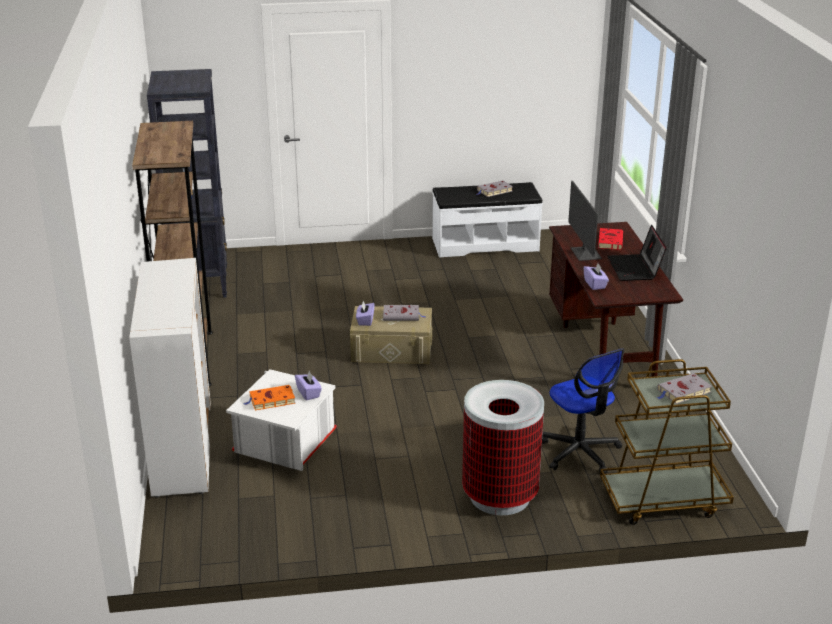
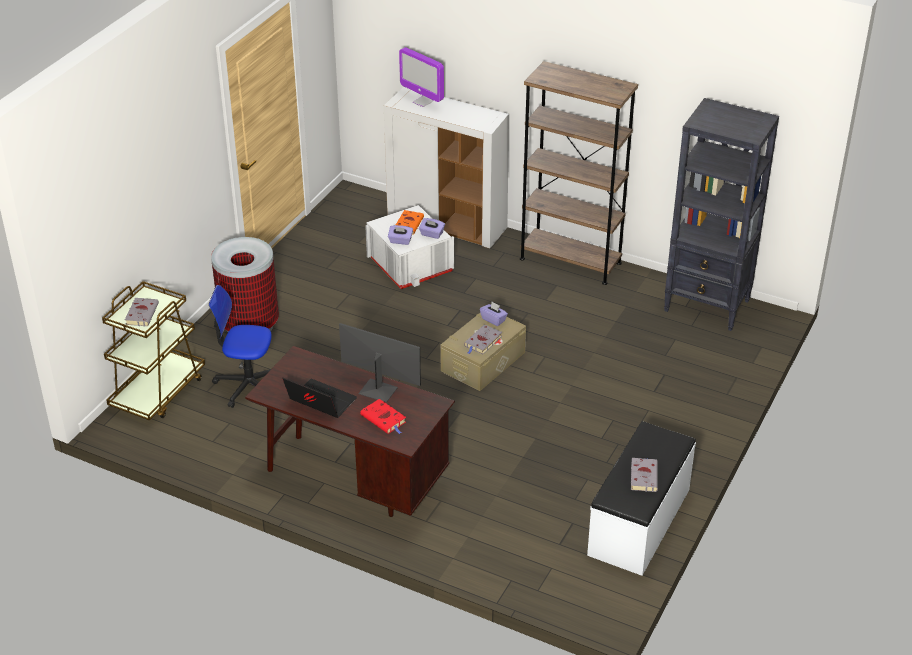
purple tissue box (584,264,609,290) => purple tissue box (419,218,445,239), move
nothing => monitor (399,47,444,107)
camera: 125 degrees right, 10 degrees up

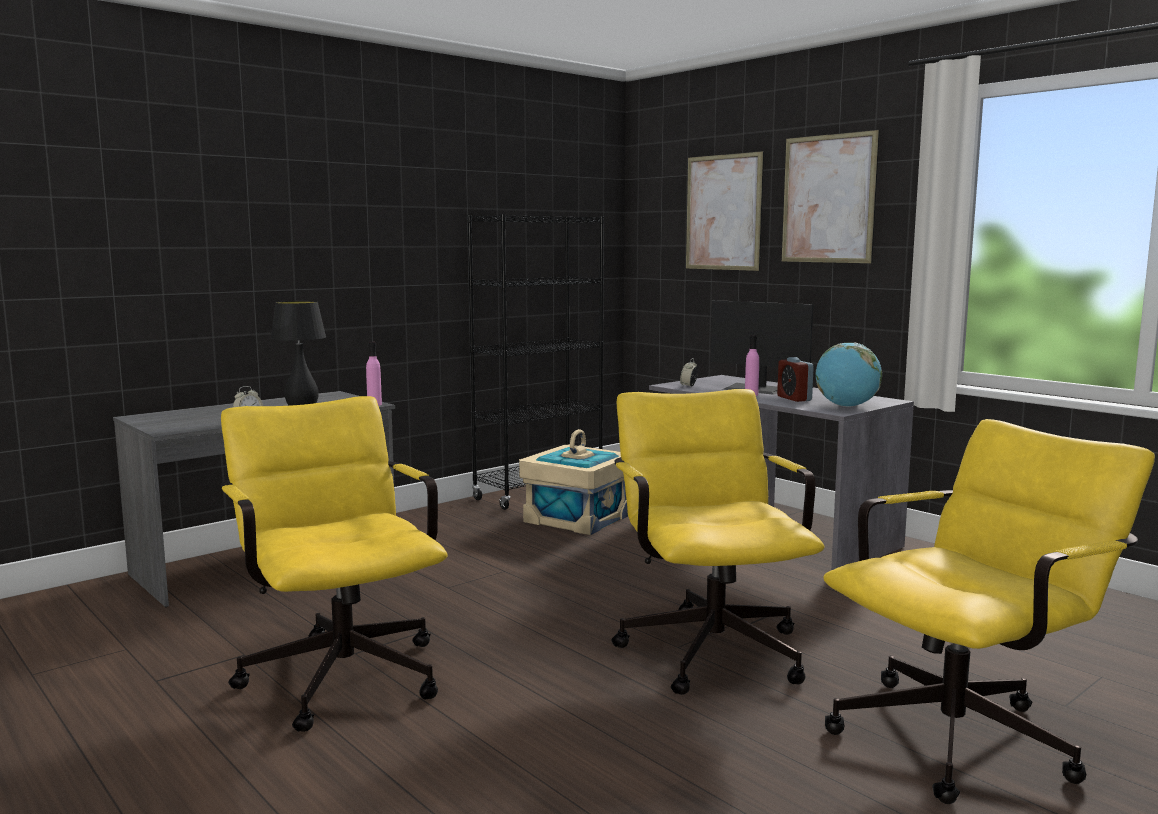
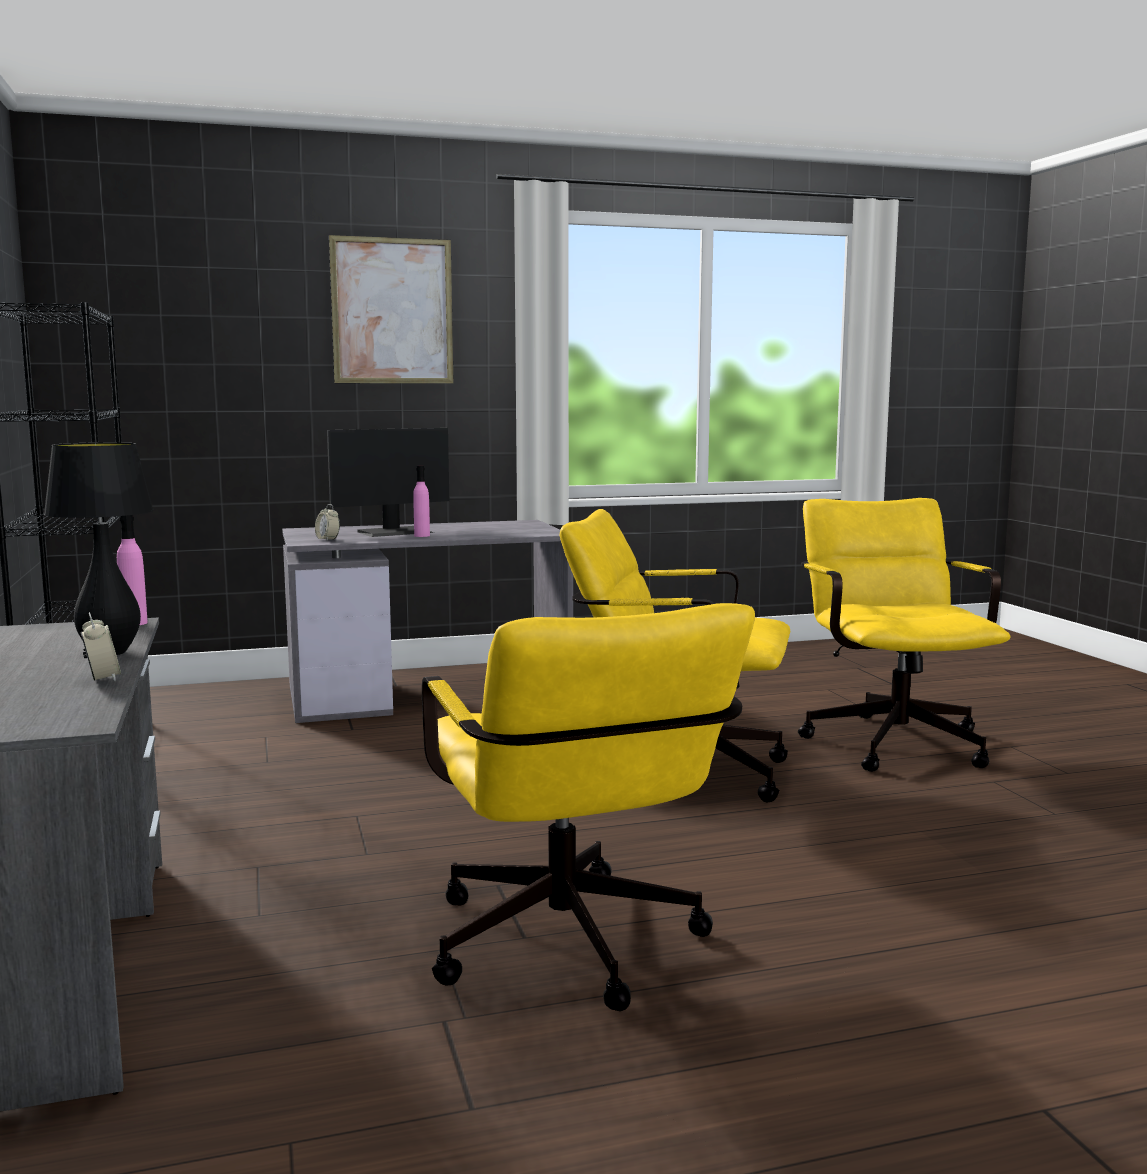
yellow office chair (221,396,448,732) => yellow office chair (422,603,755,1011), 105 degrees counterclockwise
beige storage box (519,429,628,535) => nothing
picture (686,151,764,271) => nothing
alarm clock (777,357,814,402) => nothing
globe (816,343,882,407) => nothing
camera: 65 degrees left, 0 degrees up

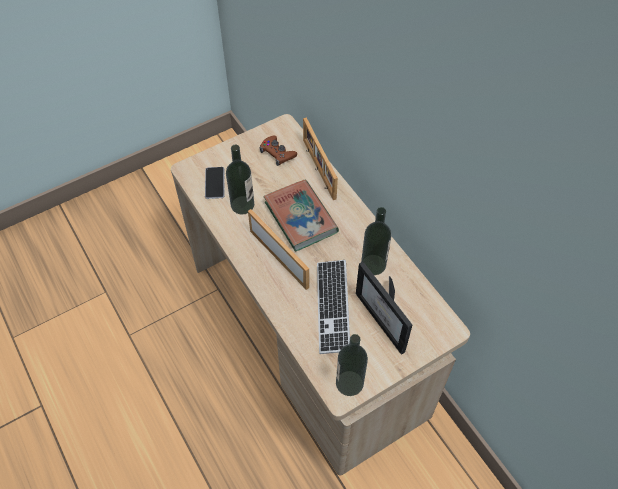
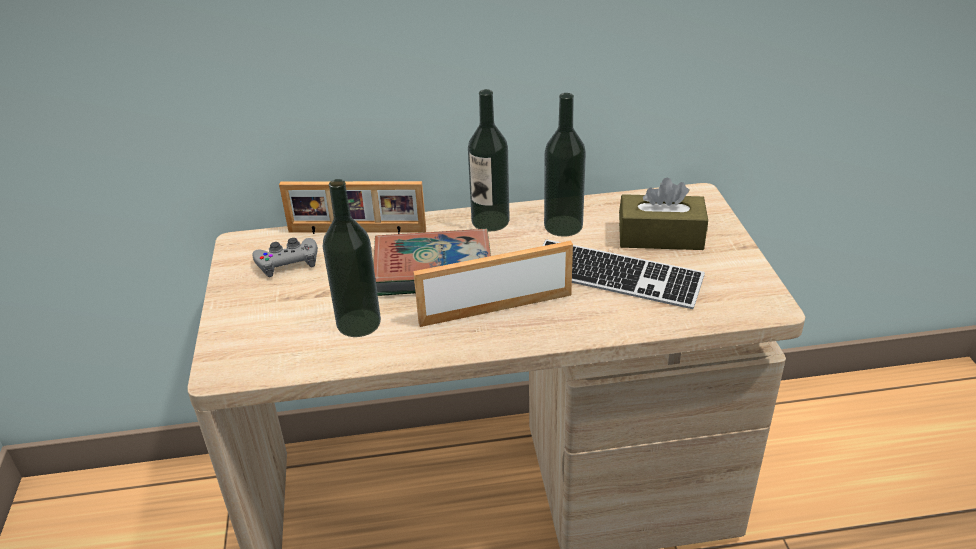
phone (205,167,225,199) => nothing
brown game controller (259,136,297,166) => grey game controller (252,238,318,277)
bottle (336,334,368,396) => bottle (468,89,510,231), move
picture frame (356,262,412,355) => brown tissue box (619,178,708,250)
camera: 65 degrees left, 20 degrees down

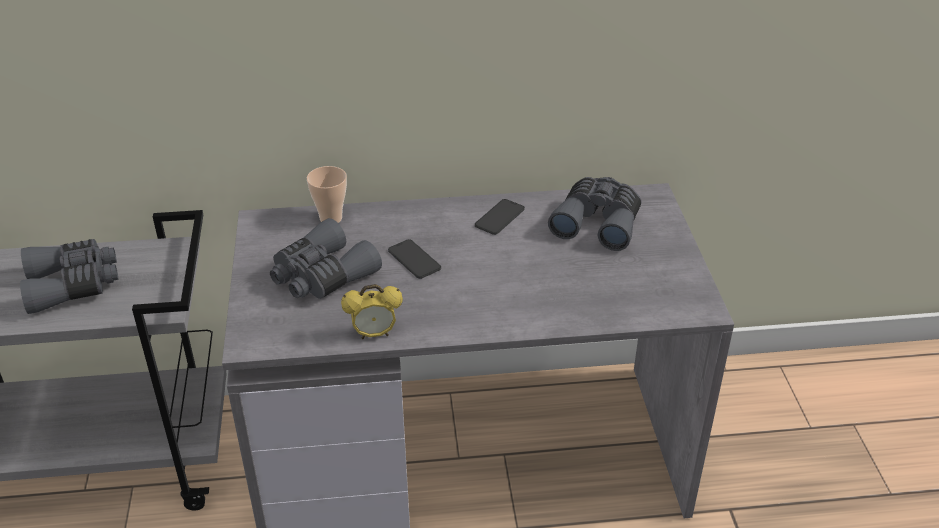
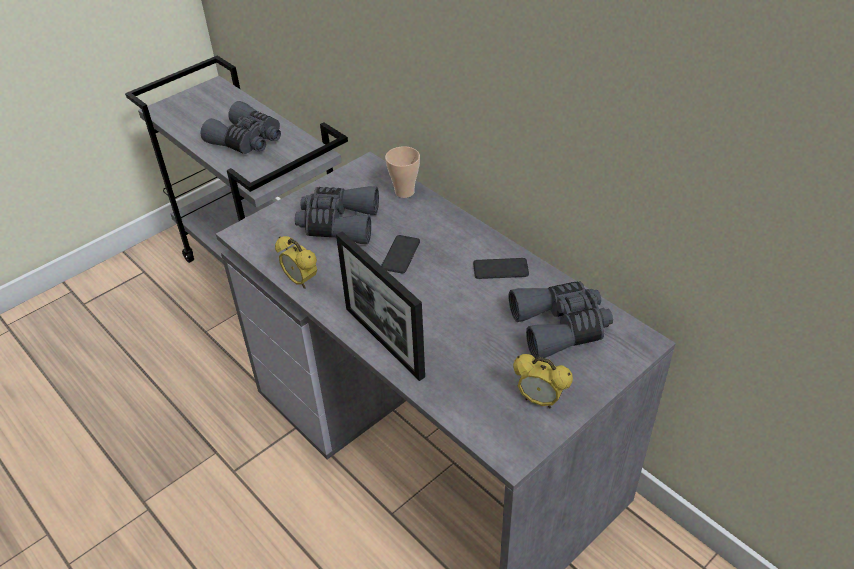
nothing => picture frame (336,231,425,381)
nothing => alarm clock (513,354,573,408)
camera: 55 degrees right, 5 degrees up

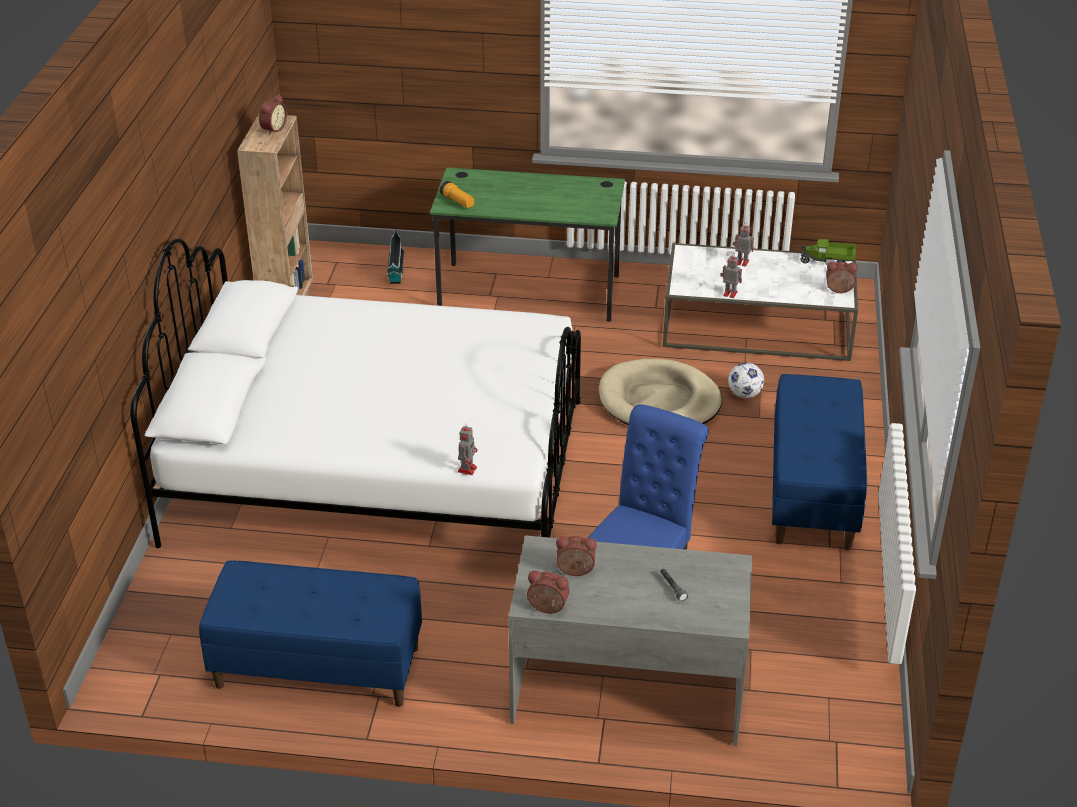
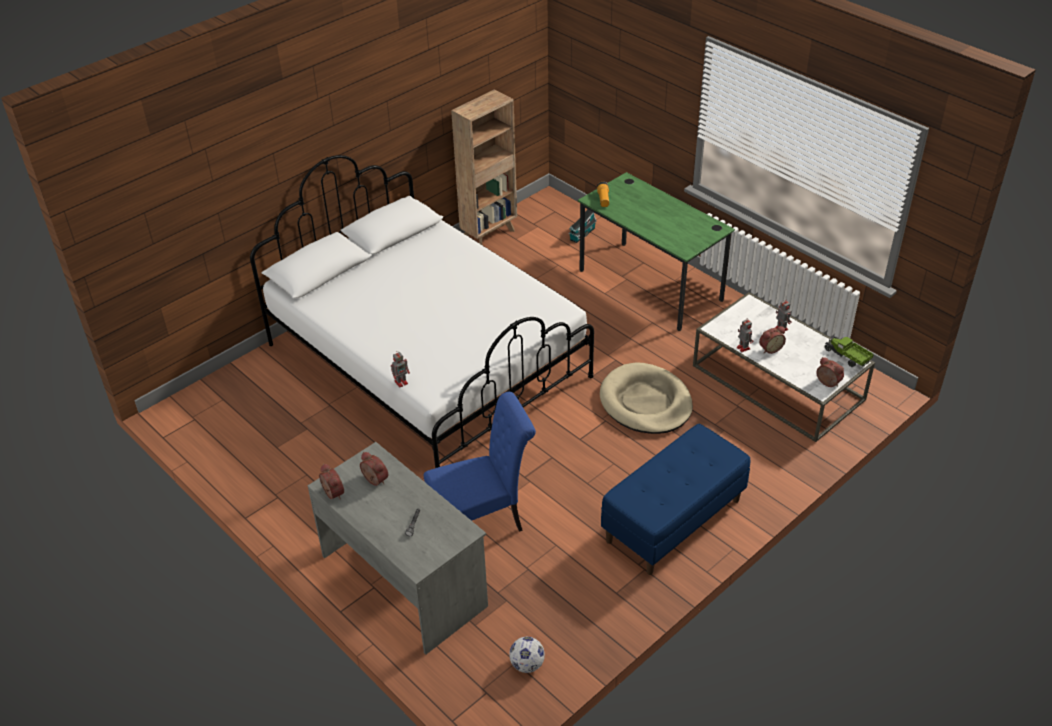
blue bench (199,560,422,707) => nothing
alarm clock (259,94,287,135) => alarm clock (759,326,786,354), move
football (728,362,764,398) => football (509,637,545,673), move
camera: 40 degrees right, 5 degrees up

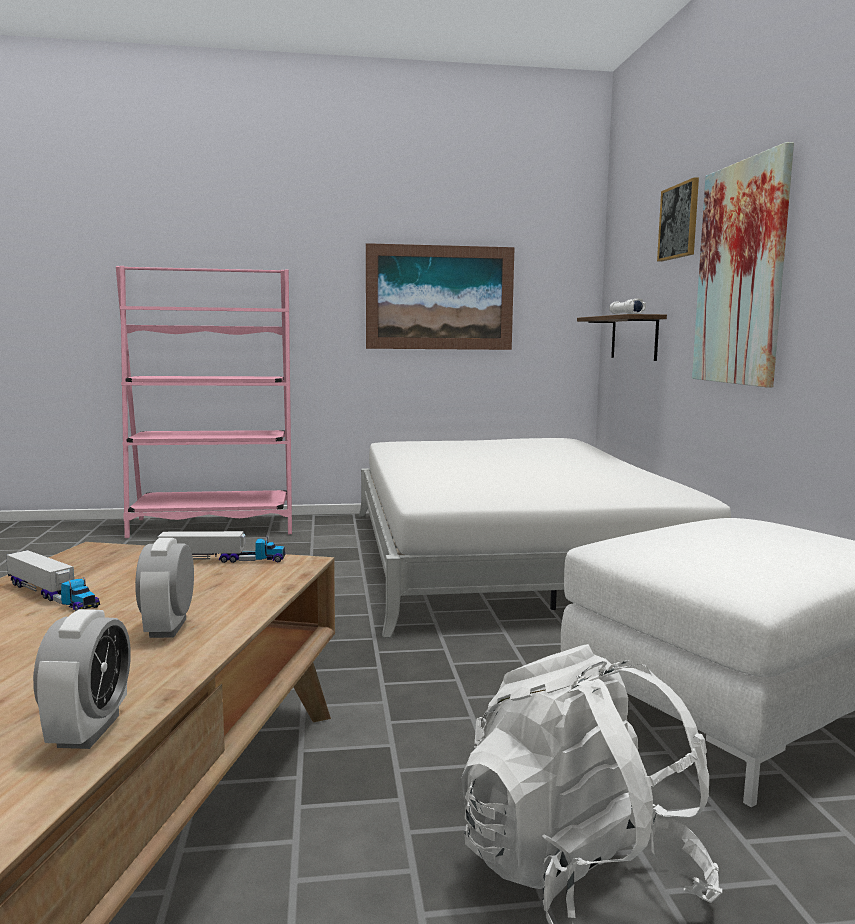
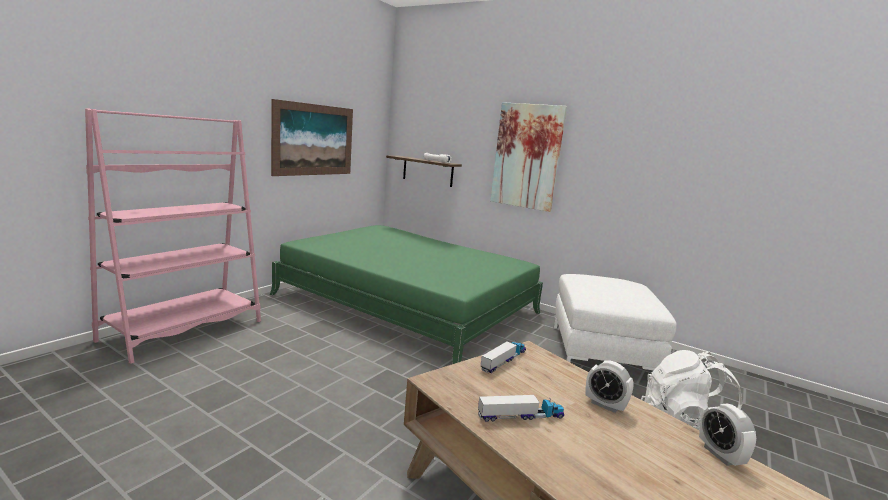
alarm clock (33,609,131,749) => alarm clock (699,404,756,466), 150 degrees counterclockwise
white bed (359,438,731,638) => green bed (270,225,543,364)
picture (657,177,699,262) => nothing
camera: 50 degrees left, 5 degrees up

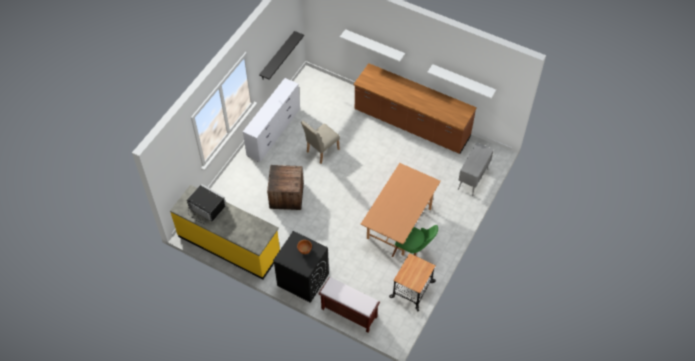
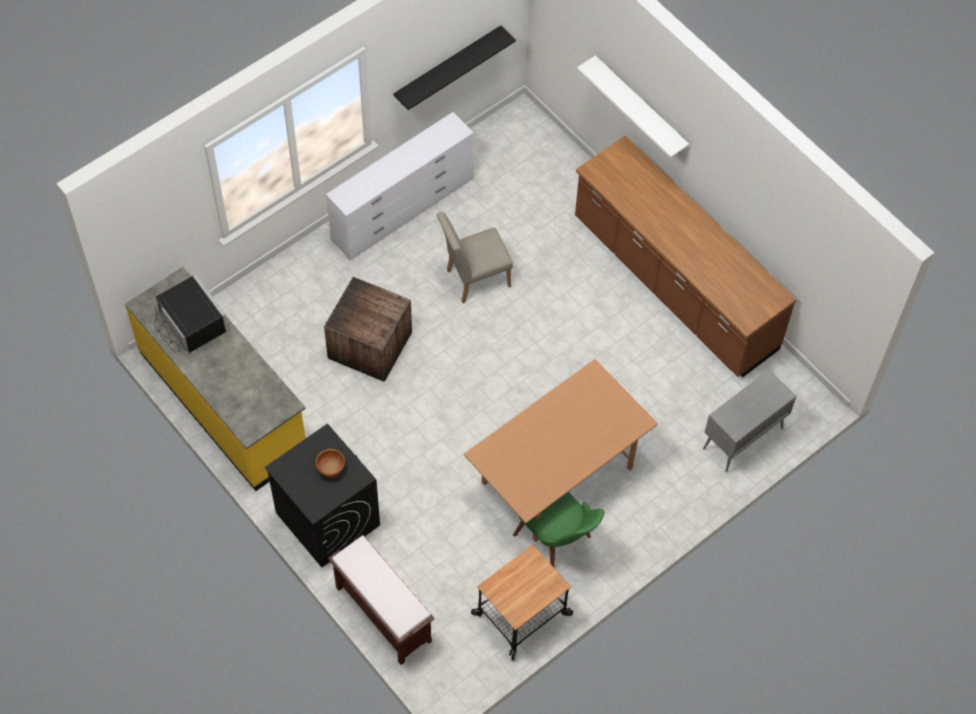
white shelf (427,64,496,99) => nothing
camera: 20 degrees right, 5 degrees up

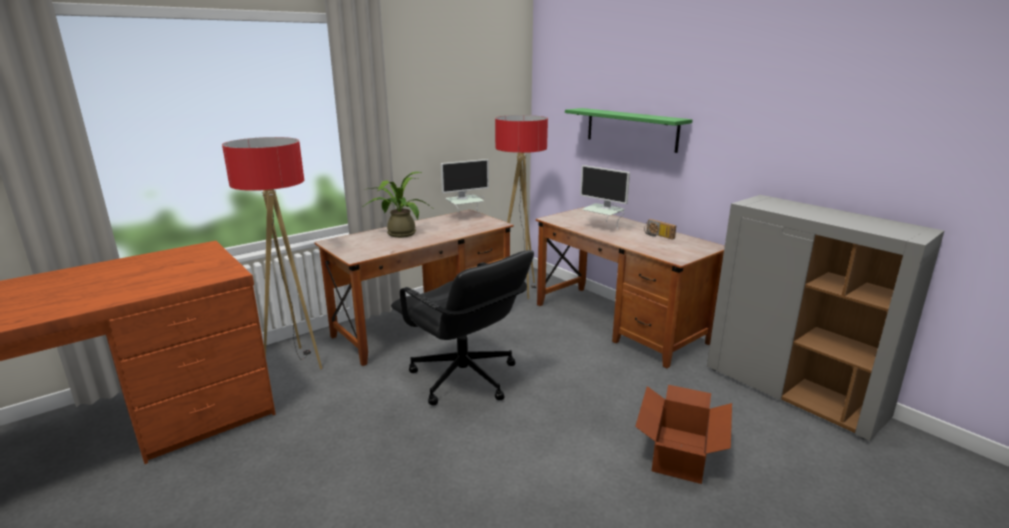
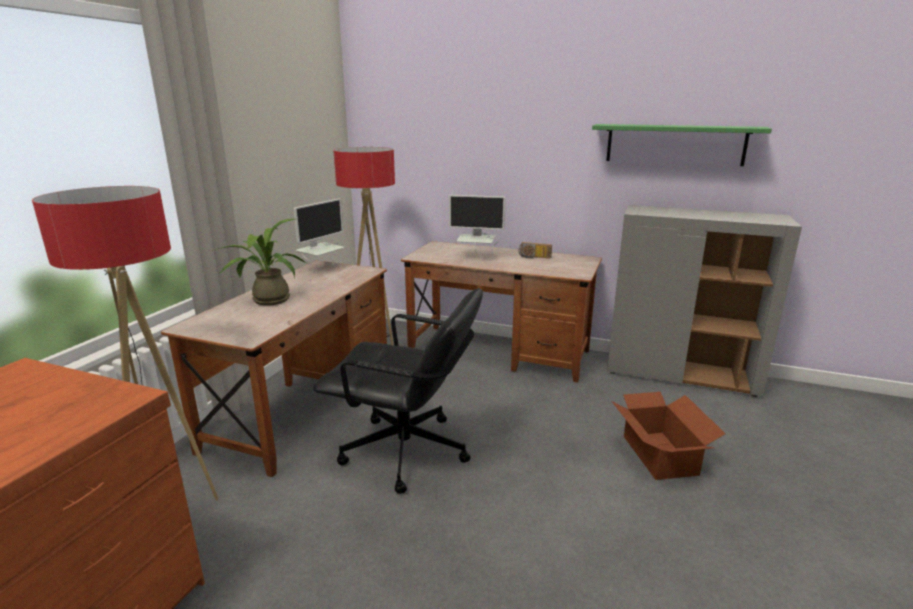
green shelf (565,108,692,153) => green shelf (592,124,772,166), move
camera: 30 degrees left, 0 degrees up

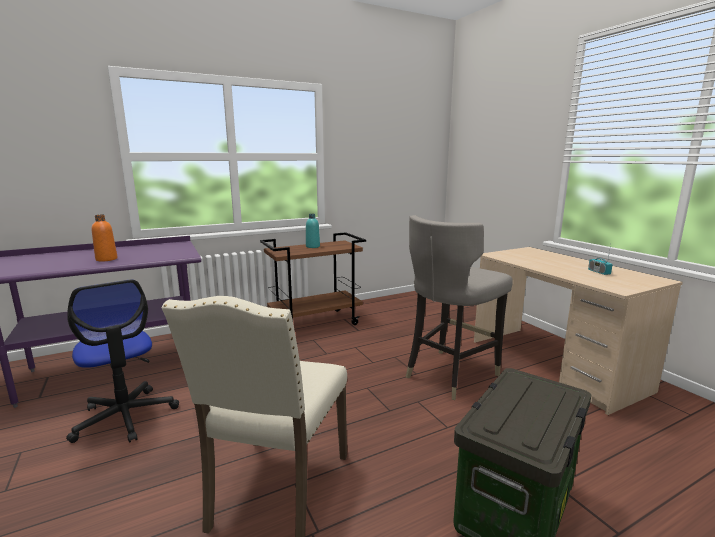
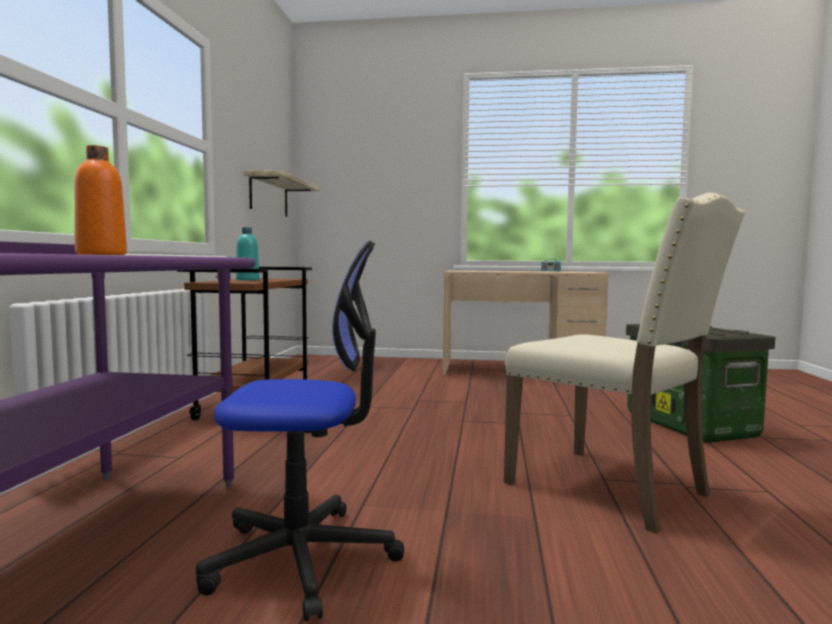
grey stool (406,215,513,400) => nothing
nothing => shelf (243,170,320,217)
camera: 55 degrees left, 10 degrees down

